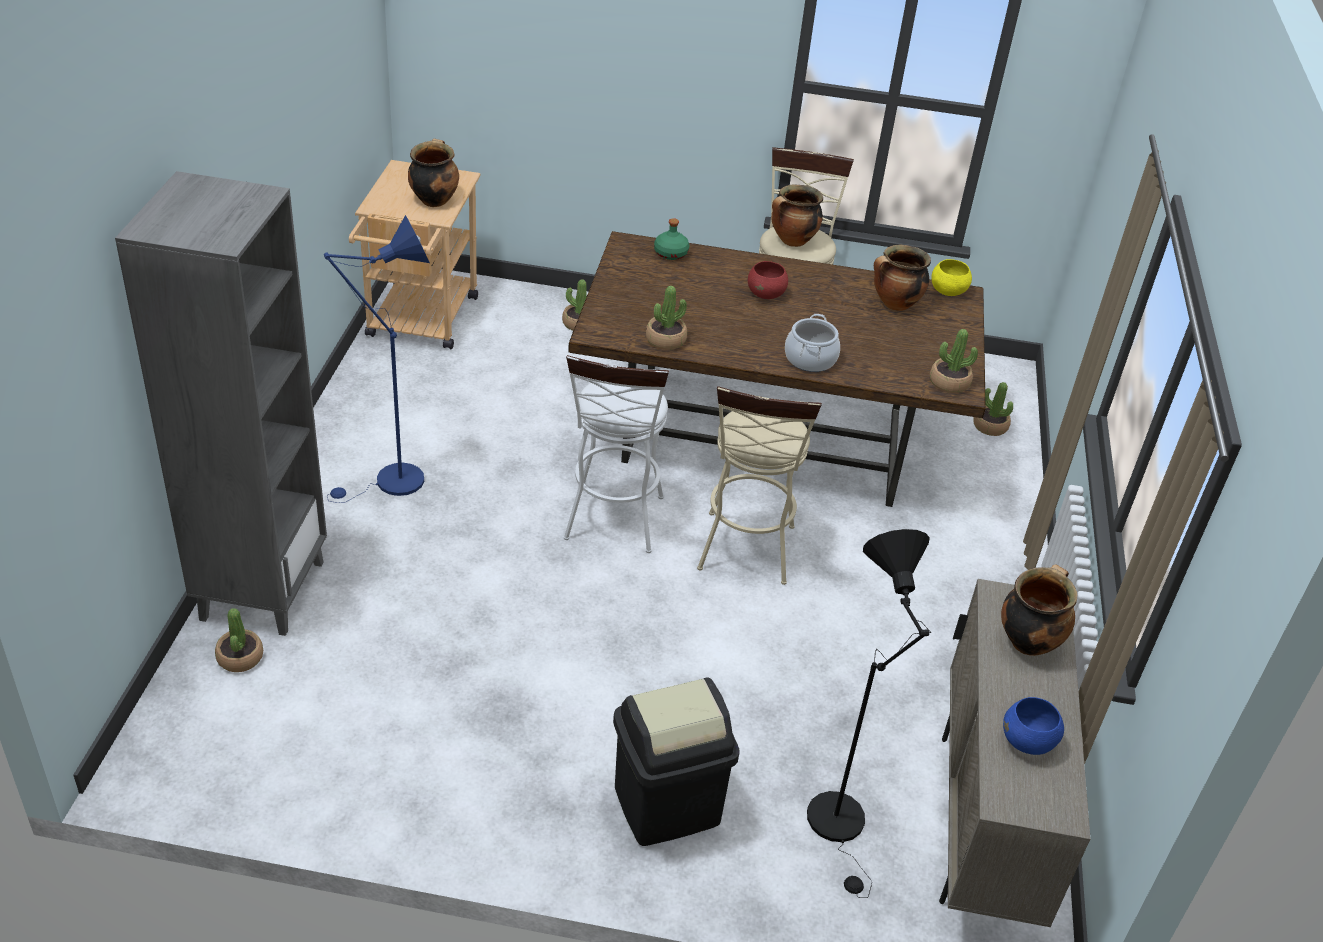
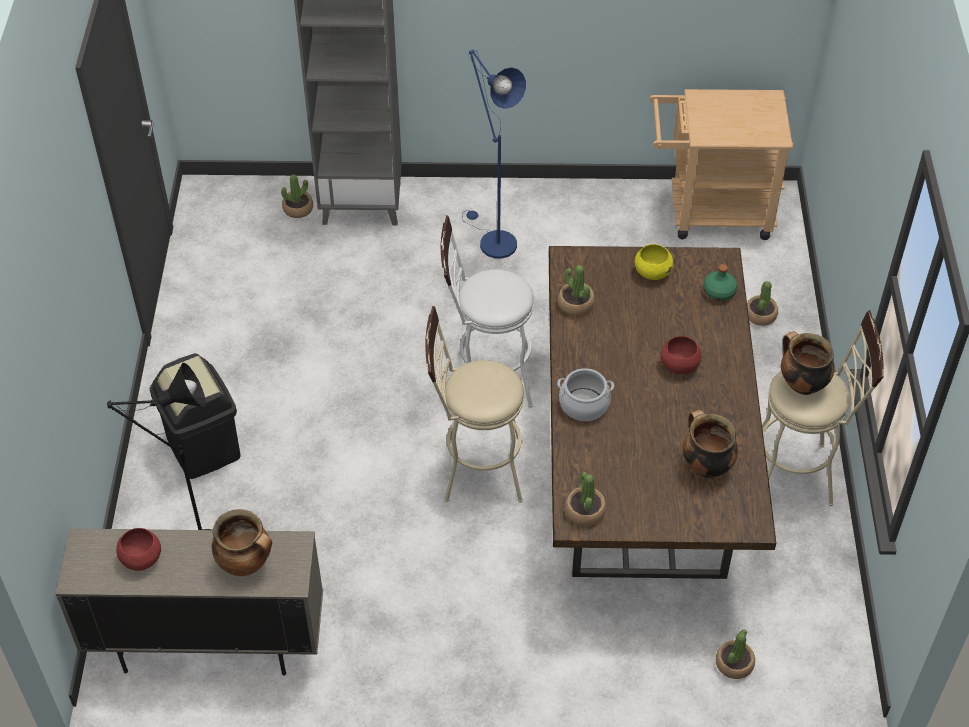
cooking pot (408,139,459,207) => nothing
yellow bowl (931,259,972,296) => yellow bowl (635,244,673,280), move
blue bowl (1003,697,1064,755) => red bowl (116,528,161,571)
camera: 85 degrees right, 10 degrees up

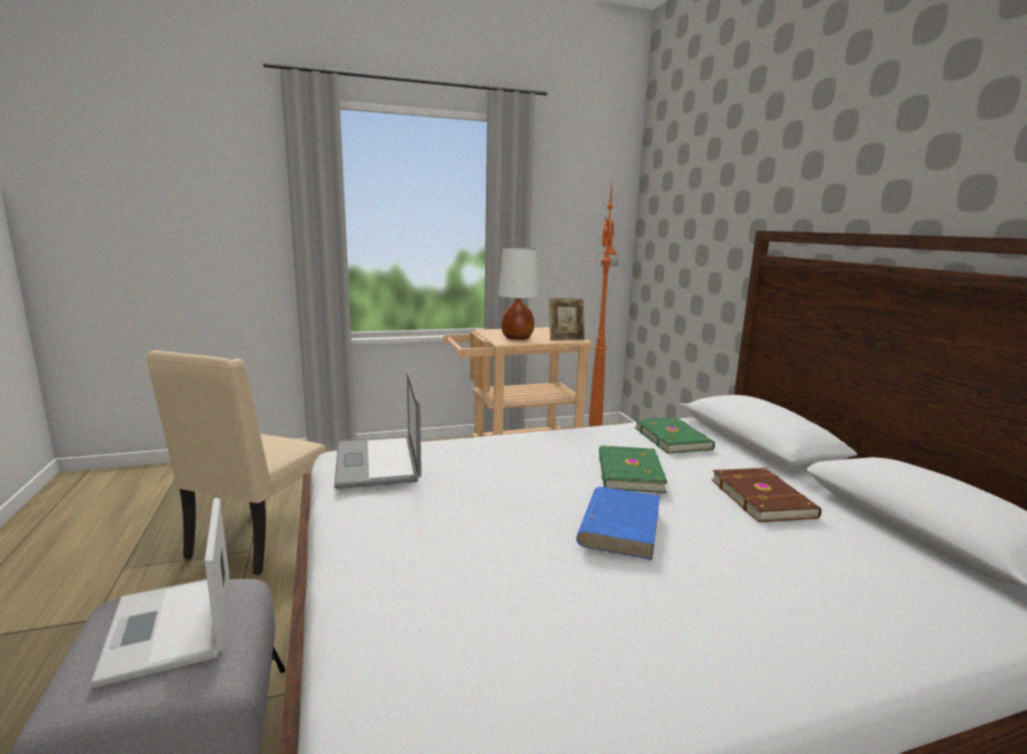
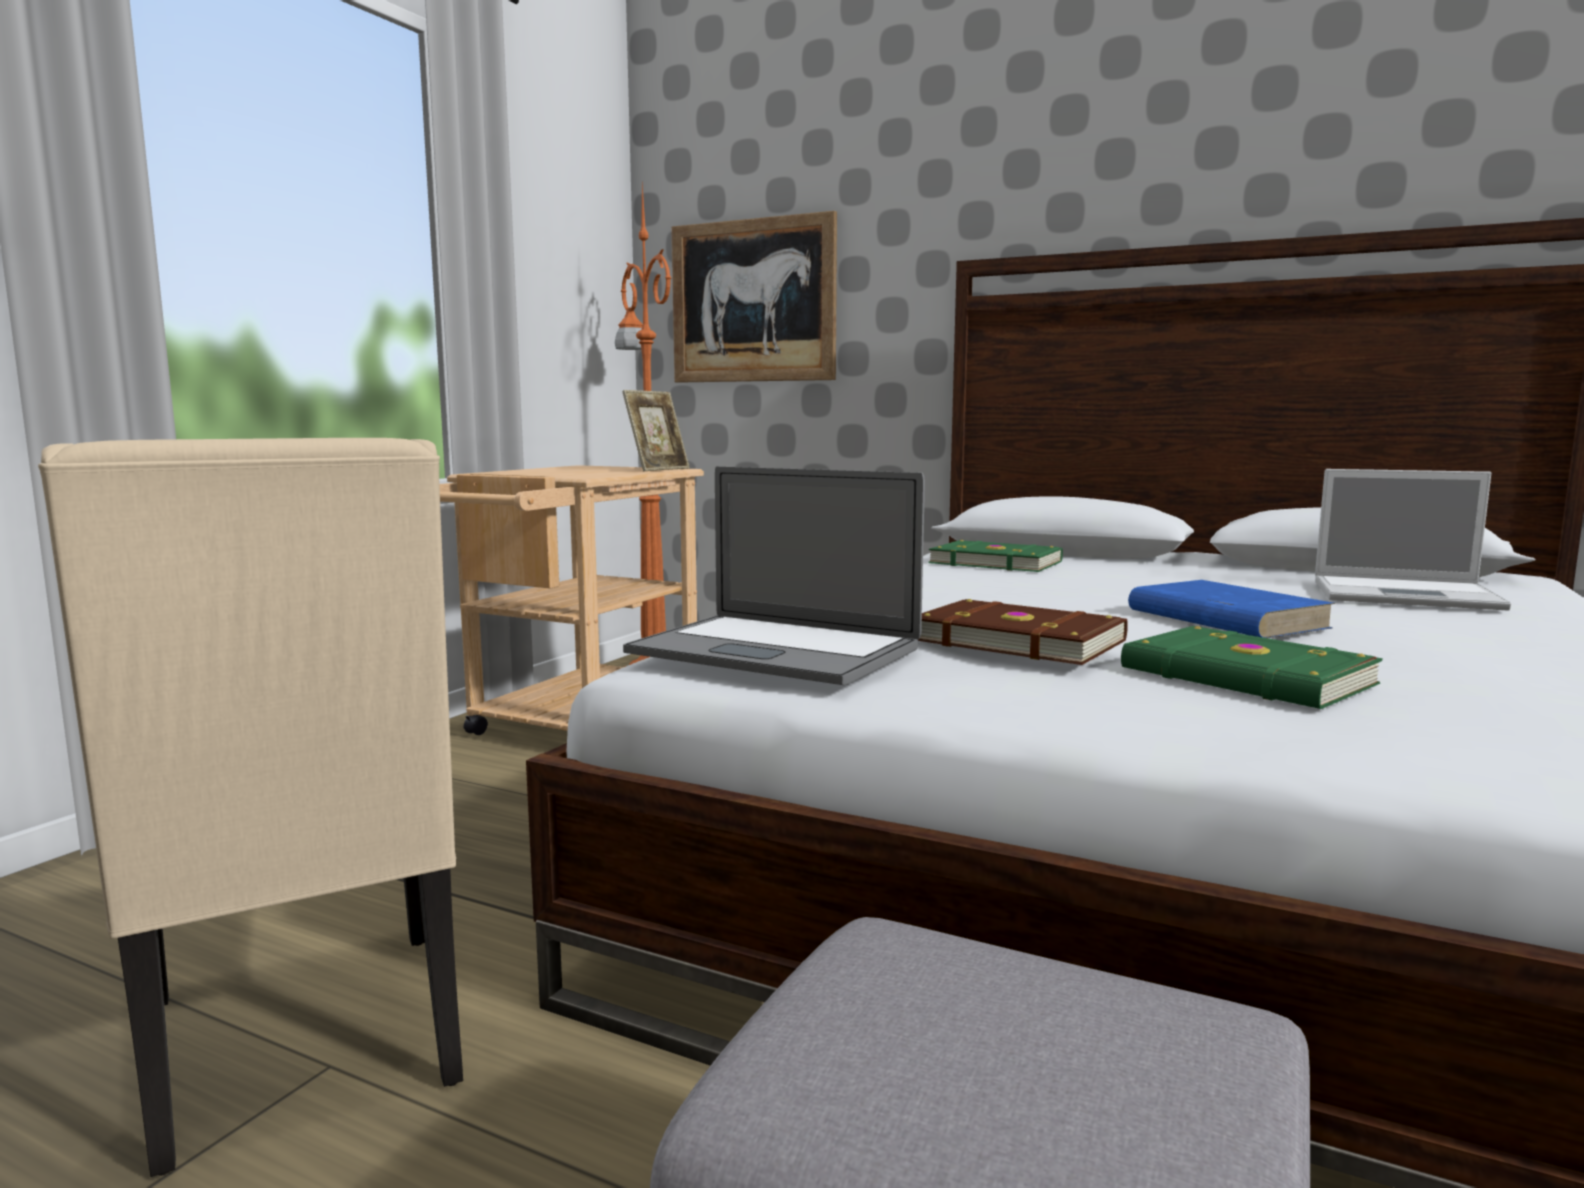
laptop (91,498,229,688) => laptop (1315,469,1511,611), move
white table lamp (498,248,539,340) => nothing
green book (599,446,668,493) => green book (1121,626,1383,709), move
brown book (711,468,822,522) => brown book (918,599,1128,665), move
nothing => picture (671,211,837,383)
camera: 45 degrees left, 5 degrees down

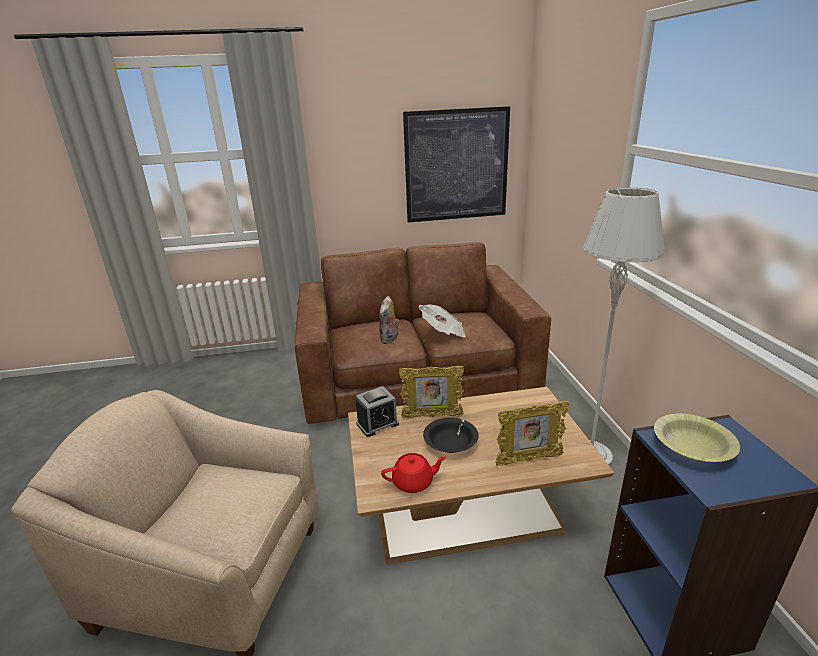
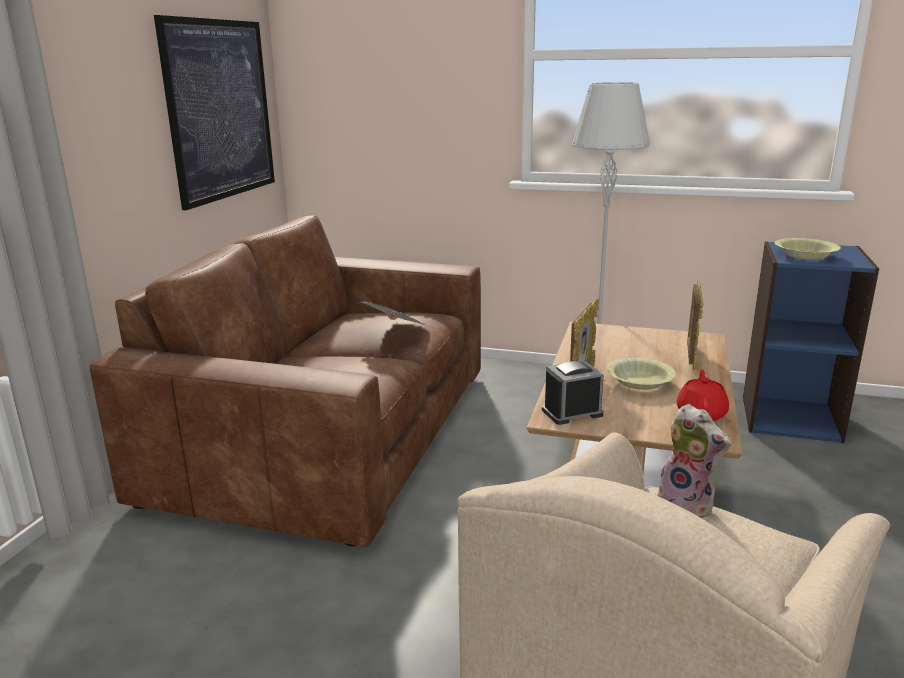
alarm clock (355,386,399,437) => alarm clock (542,360,604,425), 105 degrees counterclockwise
plush toy (379,296,399,344) => plush toy (657,404,731,517), move
black bowl (423,418,479,453) => yellow bowl (607,358,676,390)
camera: 65 degrees left, 5 degrees down

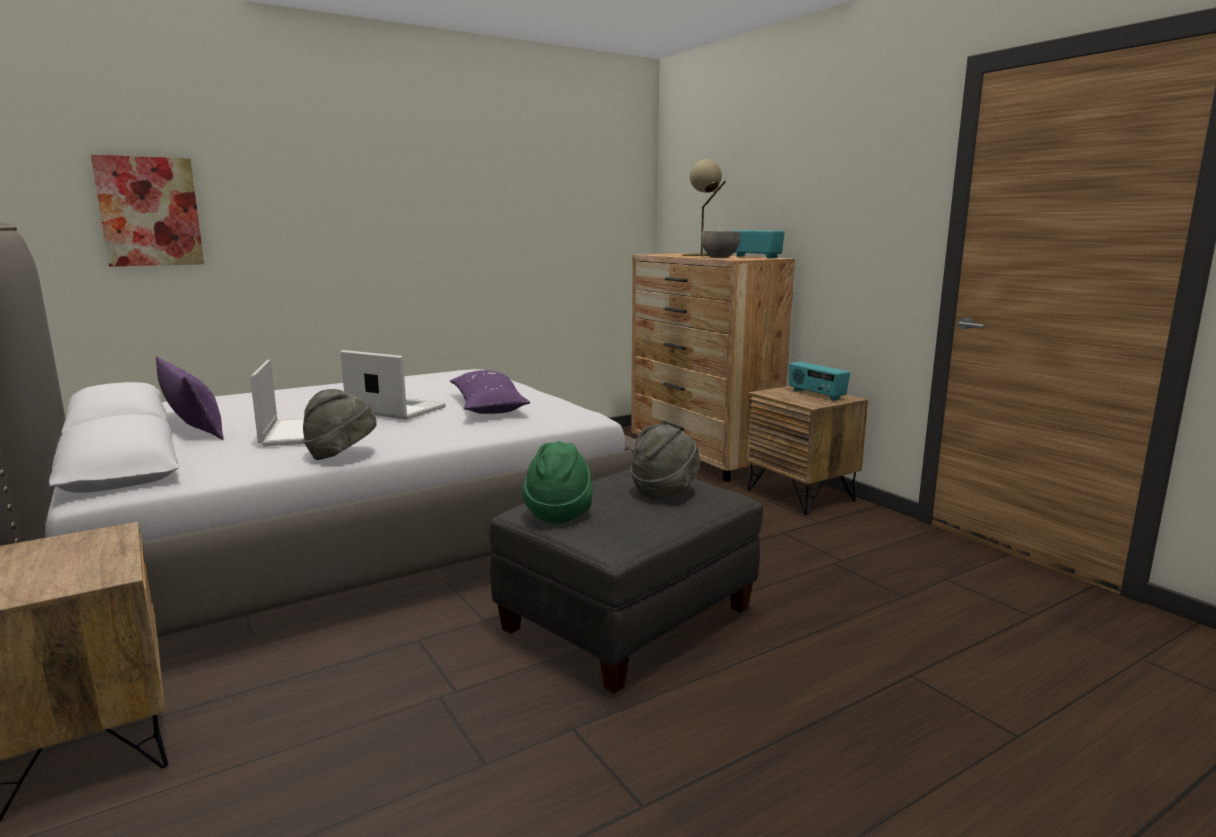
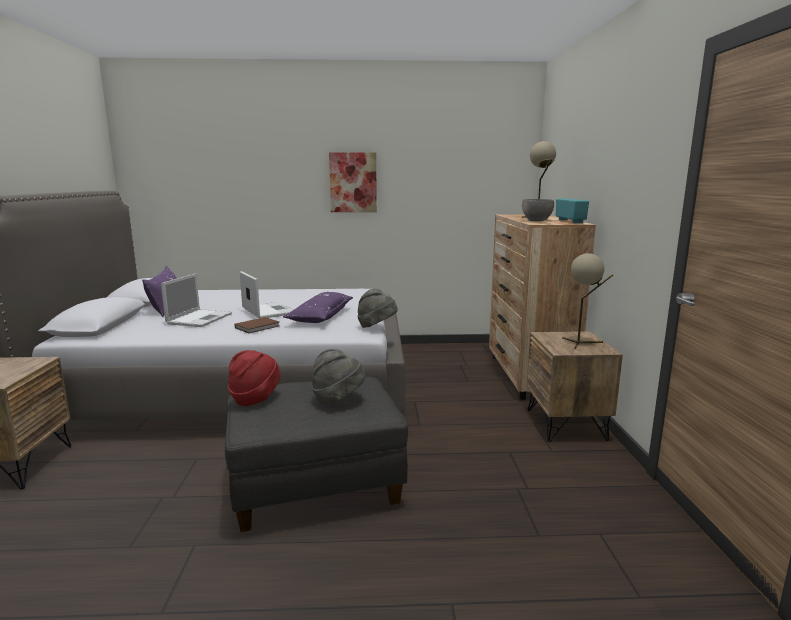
picture (91,155,204,267) => picture (329,152,377,212), move
grey hat (303,389,377,460) => grey hat (357,289,398,328), move
green hat (522,441,593,523) => red hat (228,350,281,406)
radio (789,362,850,401) => beige table lamp (562,253,613,349)
nothing => brown book (234,317,279,333)
camera: 30 degrees right, 0 degrees up

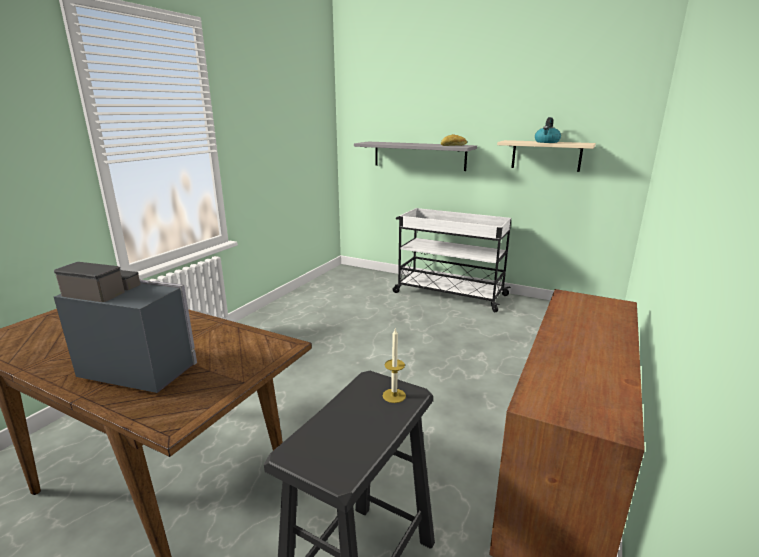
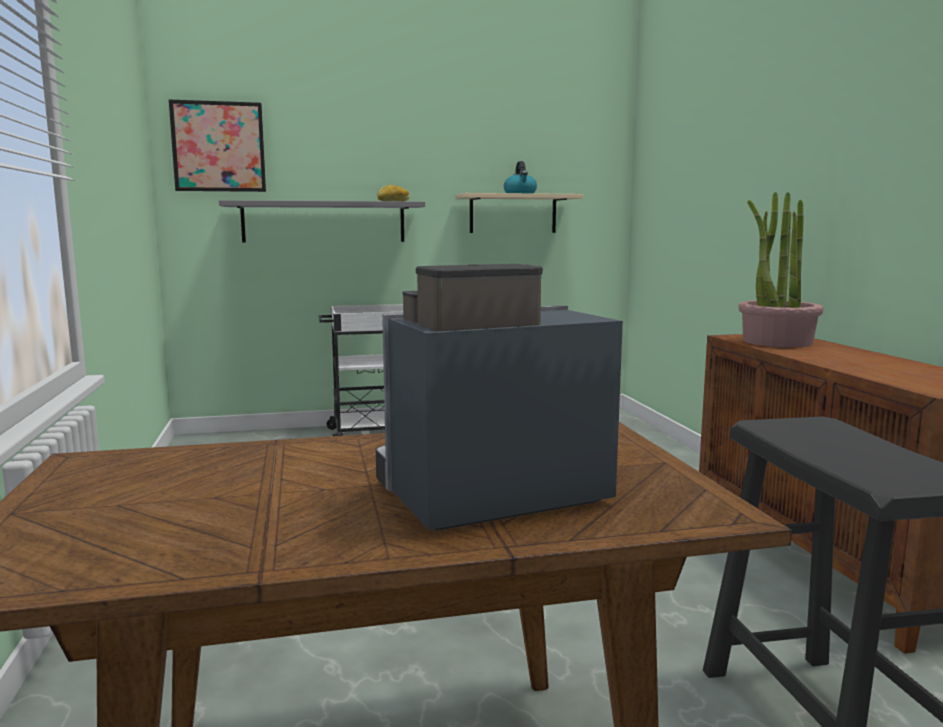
candle (383,329,406,403) => nothing
nothing => picture (169,100,266,192)
nothing => potted plant (738,192,824,348)
camera: 40 degrees left, 10 degrees down

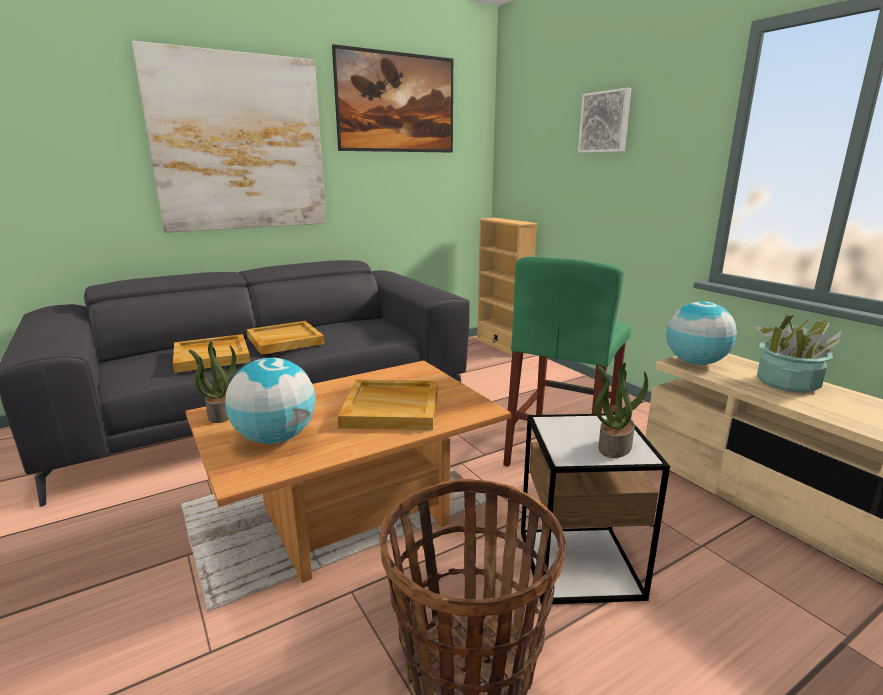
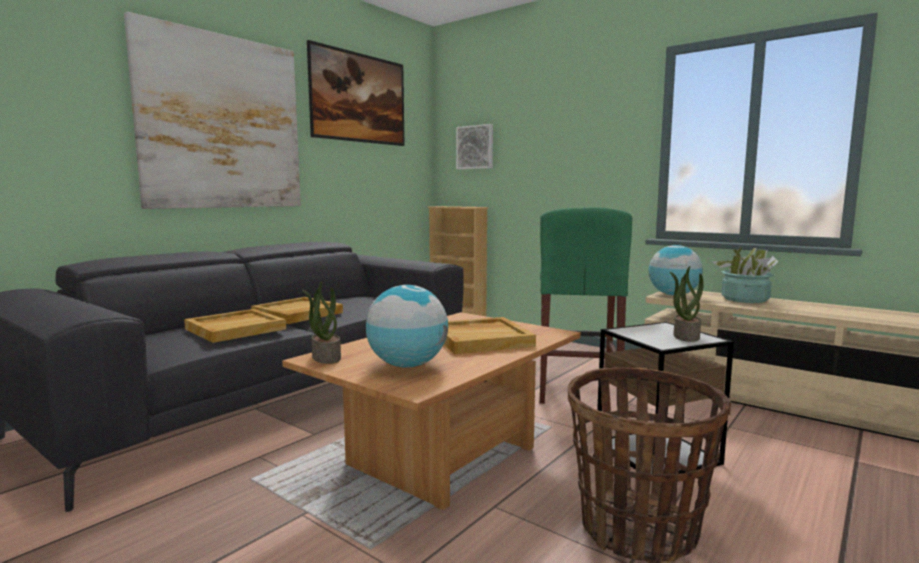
picture (578,88,632,153) => picture (456,124,493,169), move
camera: 20 degrees left, 10 degrees down

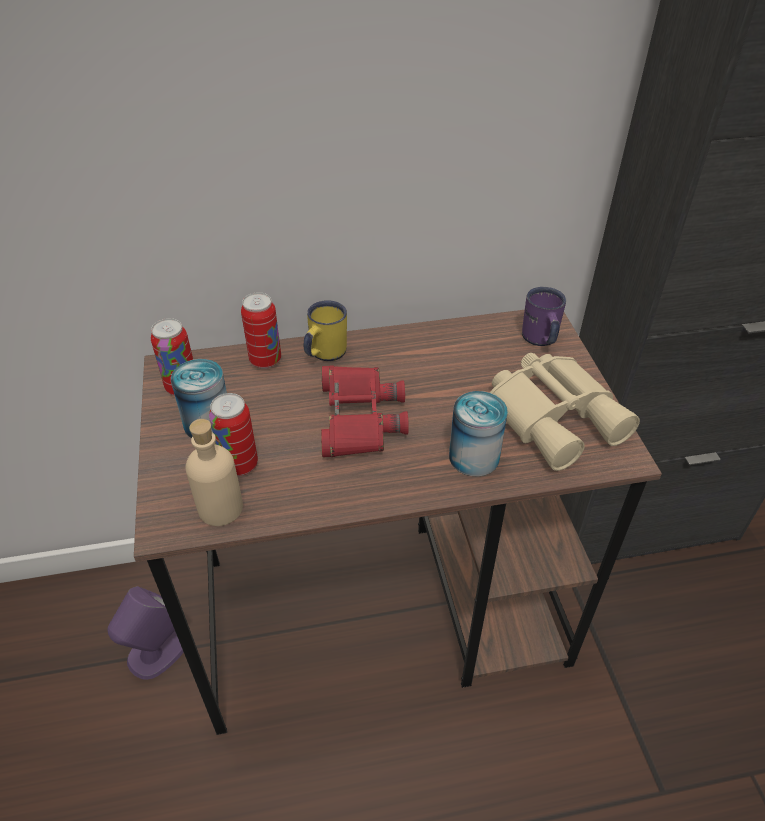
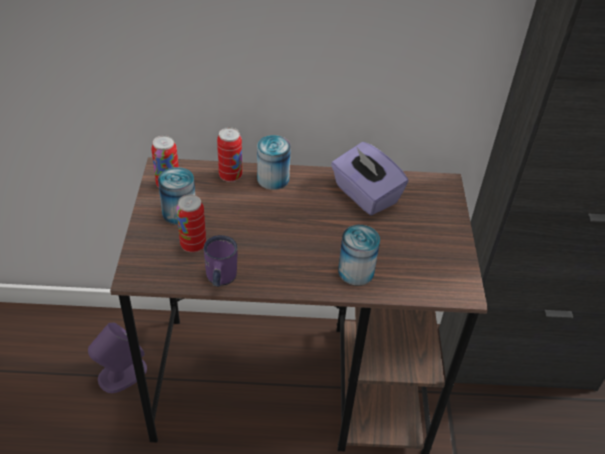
beige bottle (185,419,243,526) => nothing
yellow mug (304,300,347,361) => can (257,135,291,190)
red binoculars (321,365,409,457) => nothing
beige binoculars (490,353,640,471) => nothing
purple mug (522,287,566,346) => purple mug (204,235,238,287), move
nothing => purple tissue box (331,142,408,215)
camera: 10 degrees right, 0 degrees up

